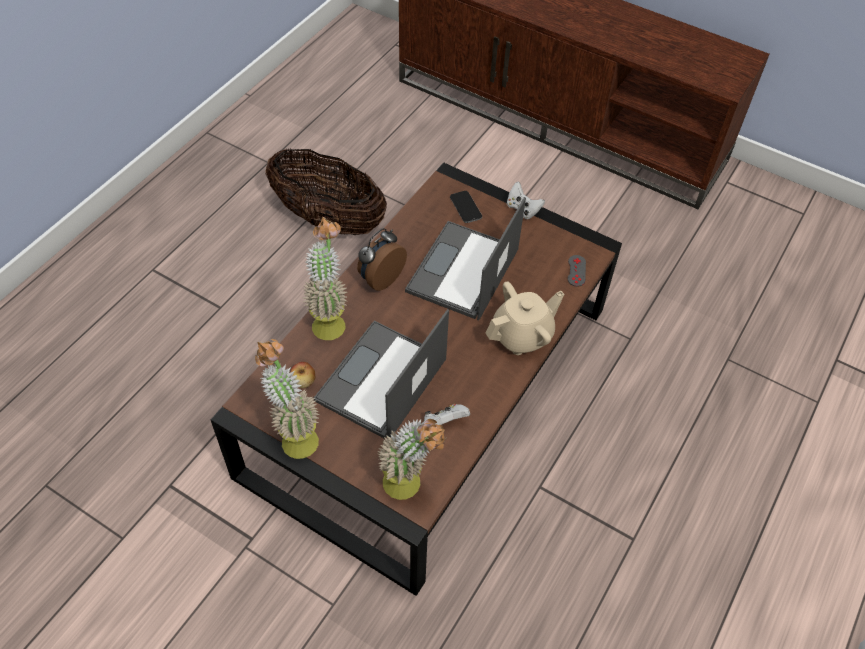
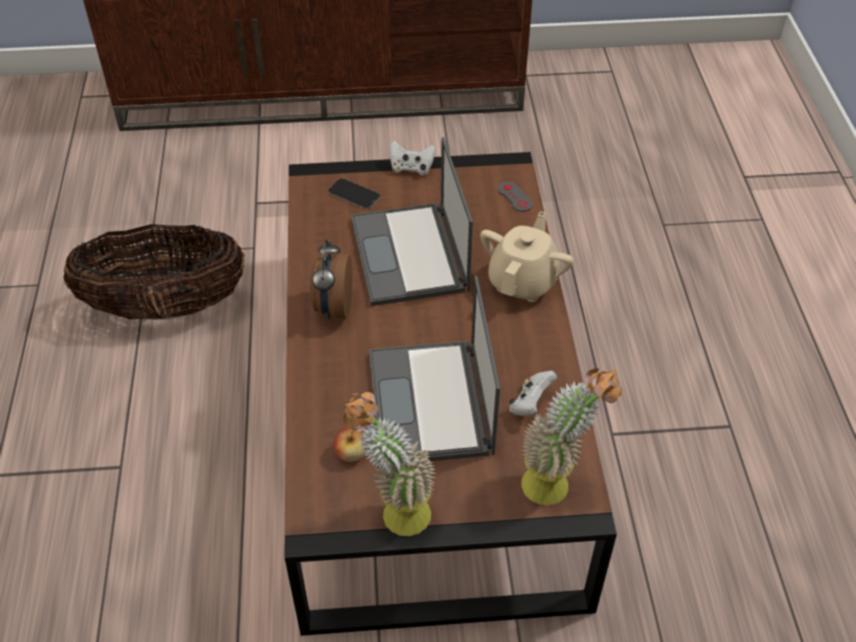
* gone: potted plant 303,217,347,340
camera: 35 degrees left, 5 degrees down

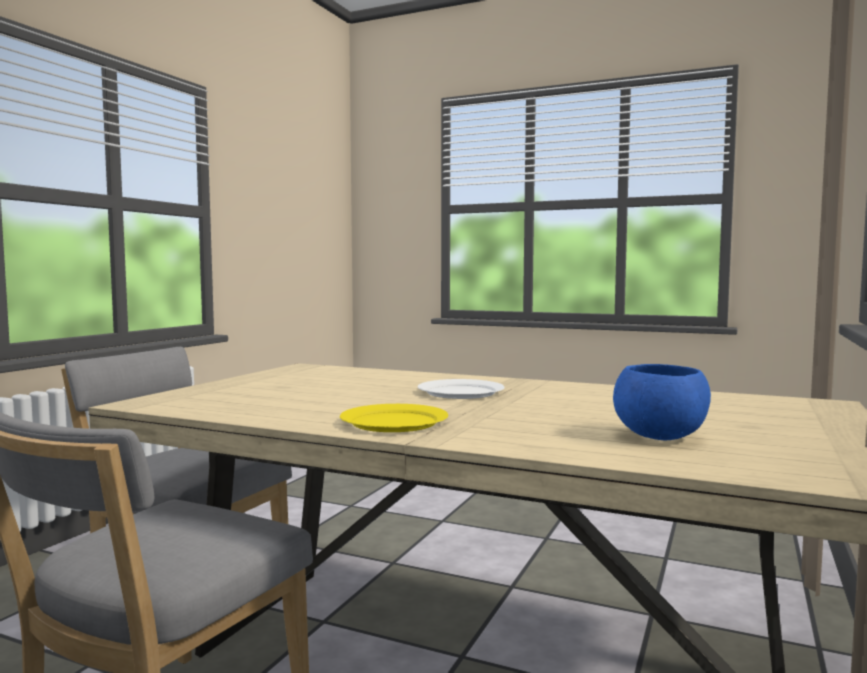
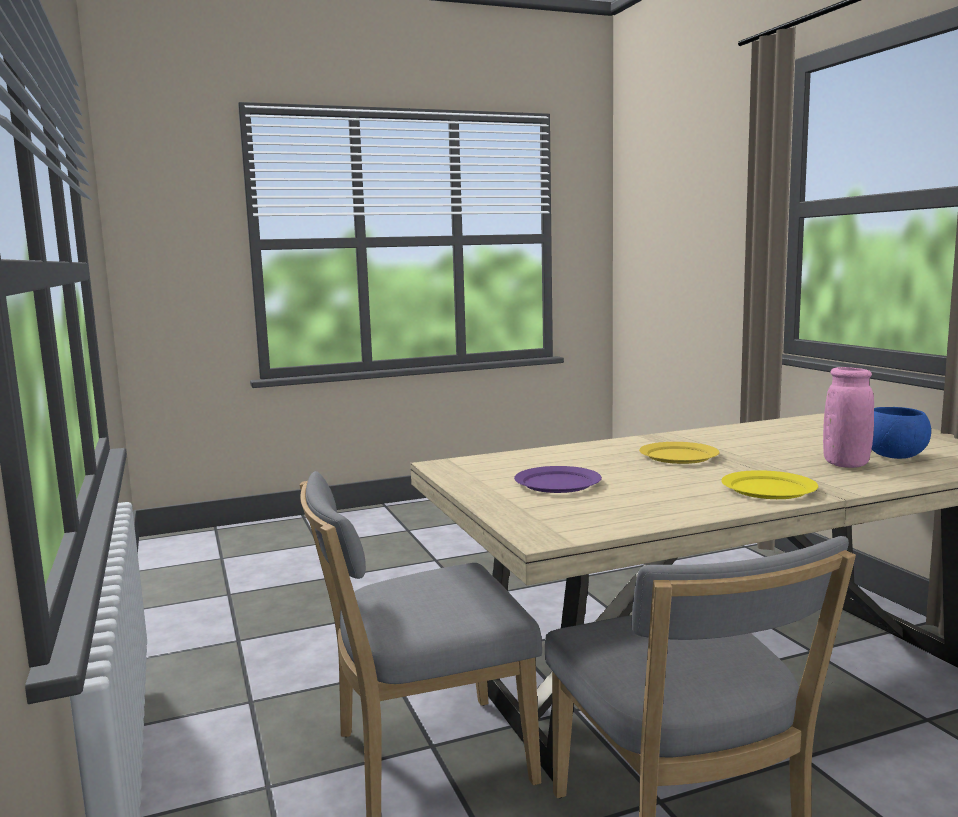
* repainted: plate (white) 418,379,505,399 to plate (yellow) 639,442,720,464
* new: vase (pink) 823,367,874,468
* new: plate (purple) 514,466,602,493
camera: 45 degrees left, 5 degrees up

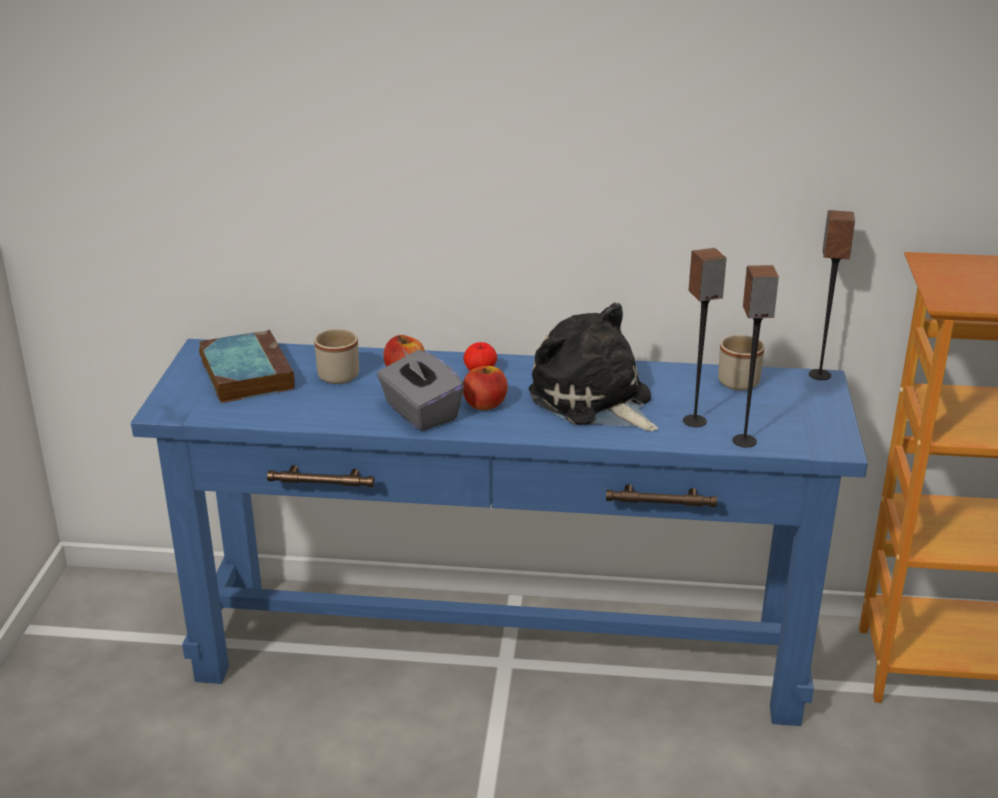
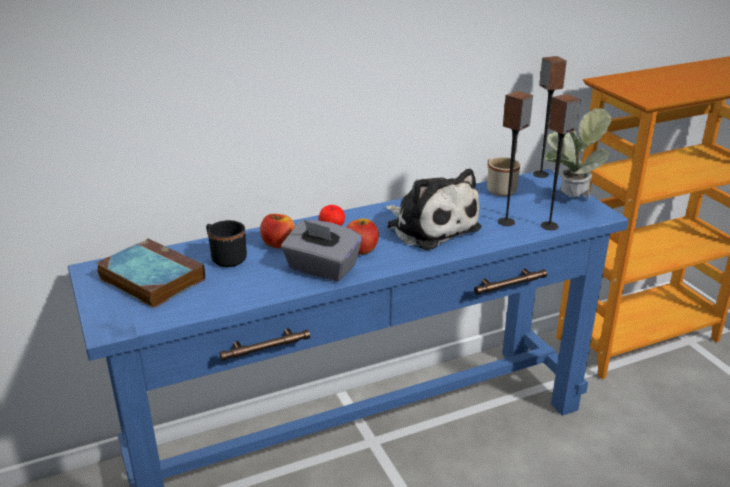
* rotated: plush toy 529,303,658,431 = 386,169,481,250 150 degrees counterclockwise
* repainted: mug (beige) 314,329,359,384 to mug (black) 206,220,247,267
* new: potted plant 545,108,612,199
camera: 30 degrees left, 0 degrees up

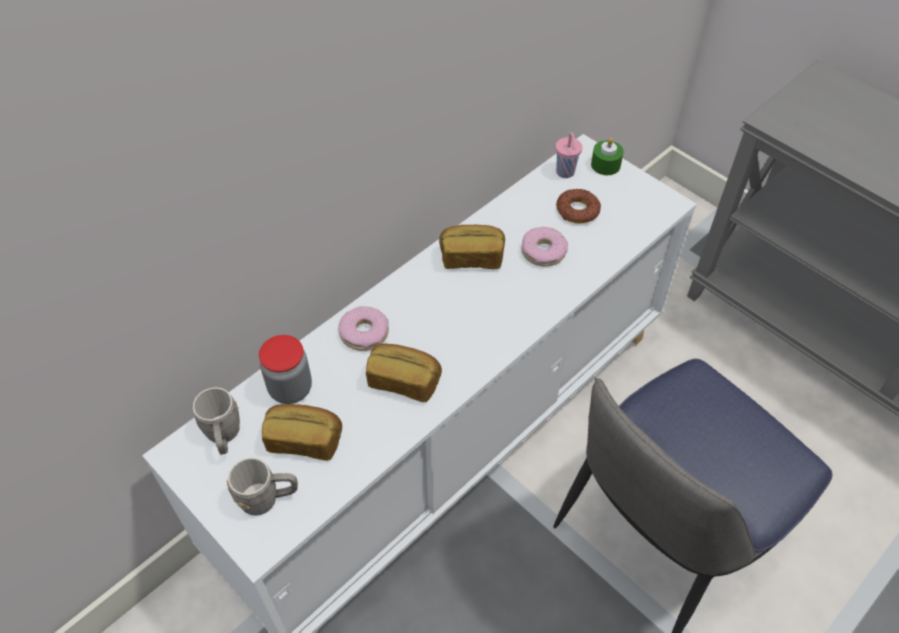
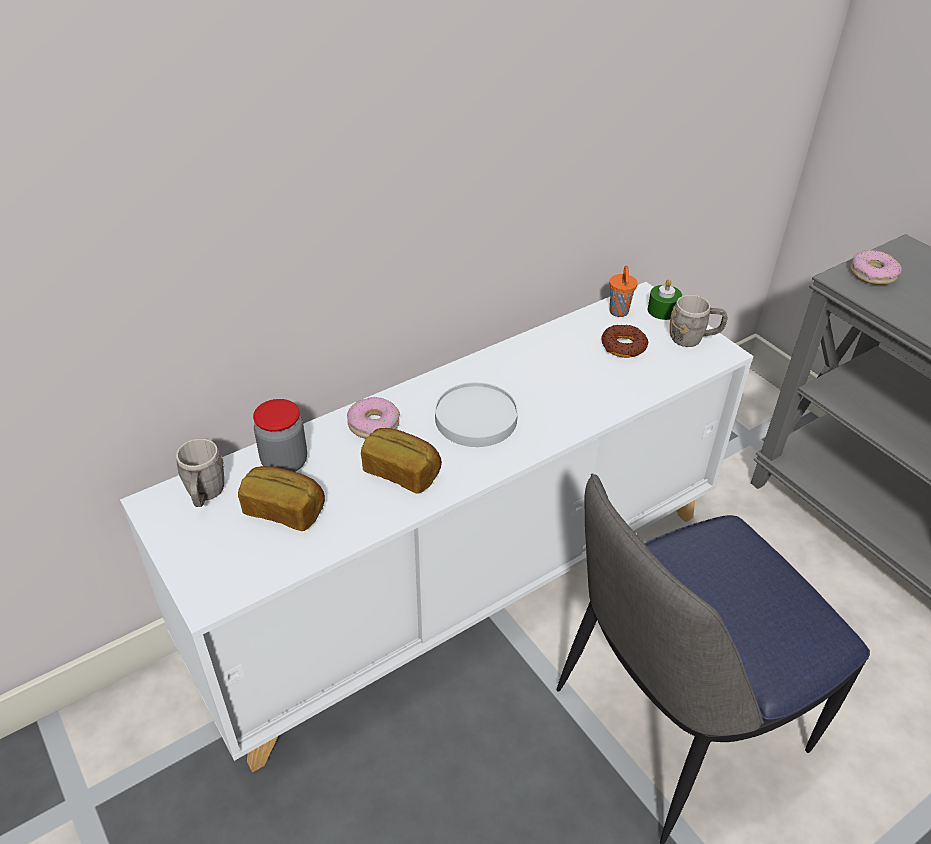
* repainted: cup (pink) 556,132,583,178 to cup (orange) 609,265,638,317
* gone: bread 439,225,505,269
* shifted: donut 521,227,568,267 to 850,250,902,285
* shifted: mug (grey) 227,458,298,516 to 670,295,728,347
* new: plate (white) 435,382,518,447
camera: 10 degrees right, 10 degrees down

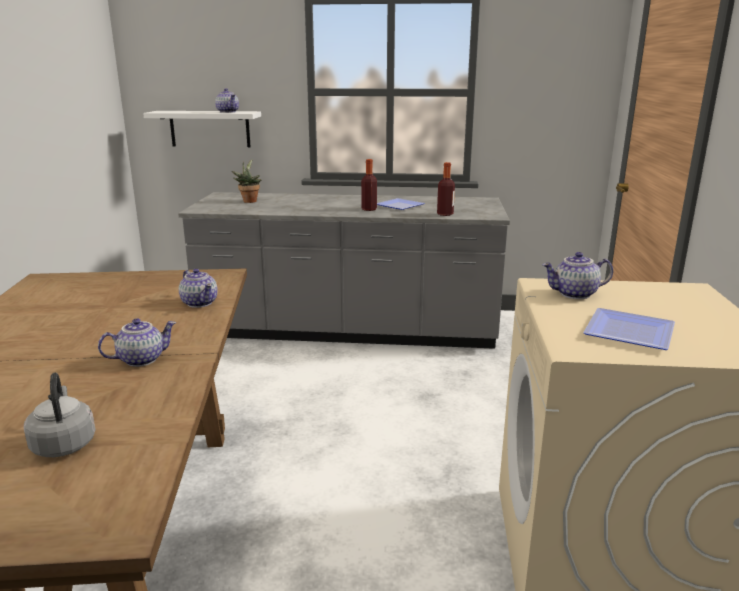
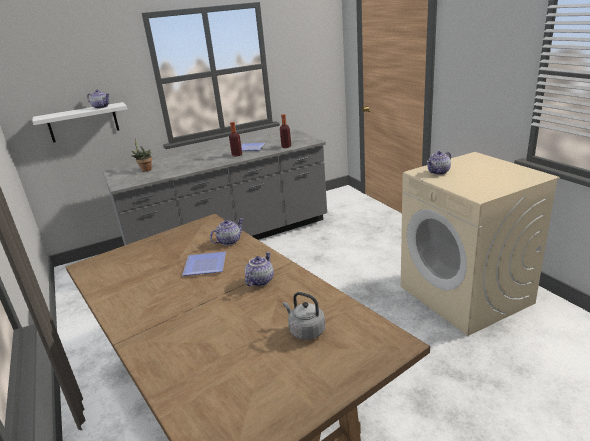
* rotated: teapot 179,269,218,308 = 210,218,243,245 60 degrees counterclockwise
* shifted: plate 583,308,675,350 to 182,251,226,276
camera: 30 degrees left, 5 degrees up

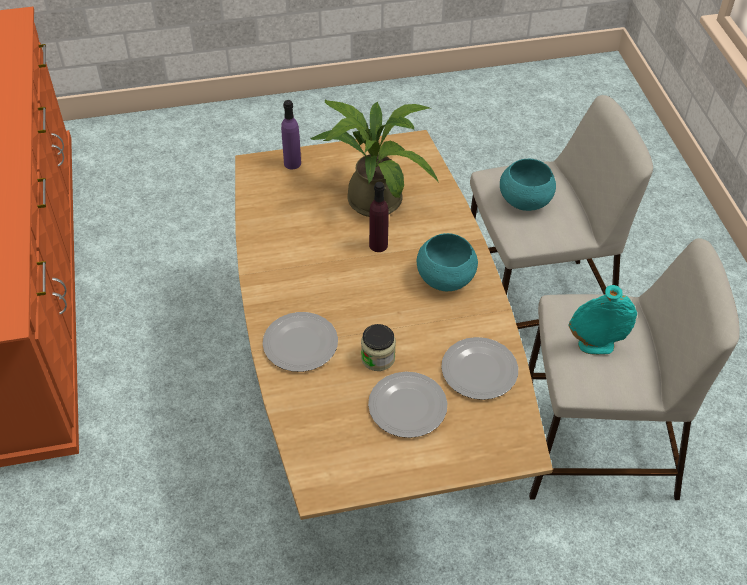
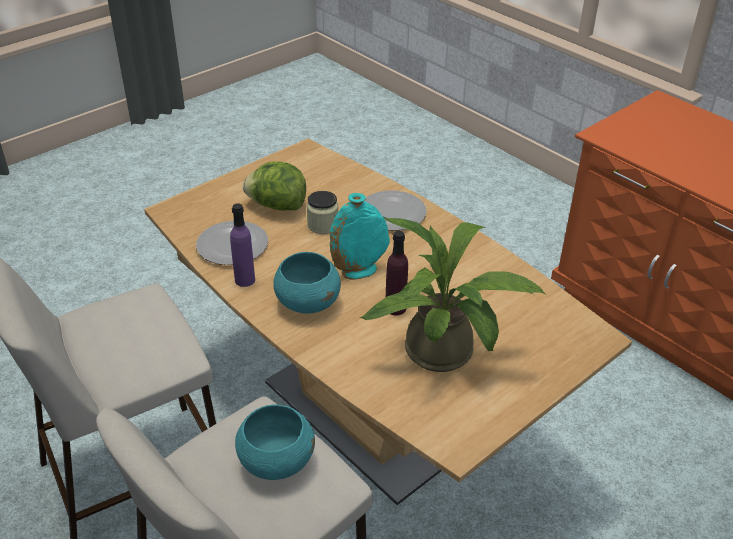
* shifted: bottle (purple) 281,100,301,169 to 230,203,255,287
* shifted: vase (turquoise) 569,285,637,355 to 330,193,390,279
* swapped: plate 368,372,447,438 to lettuce 243,161,306,210
camera: 150 degrees right, 10 degrees down

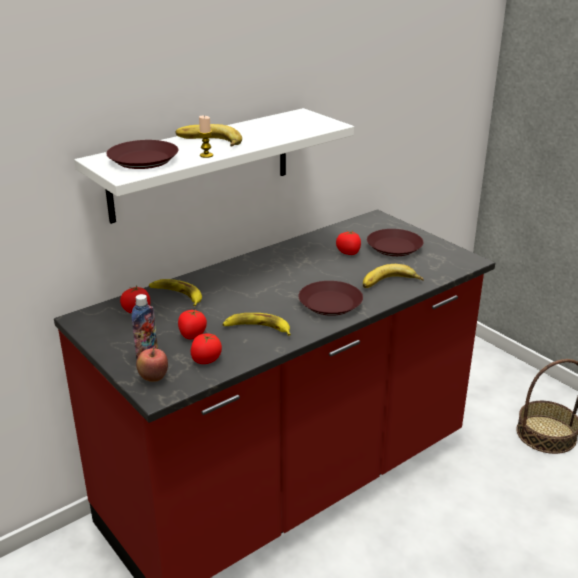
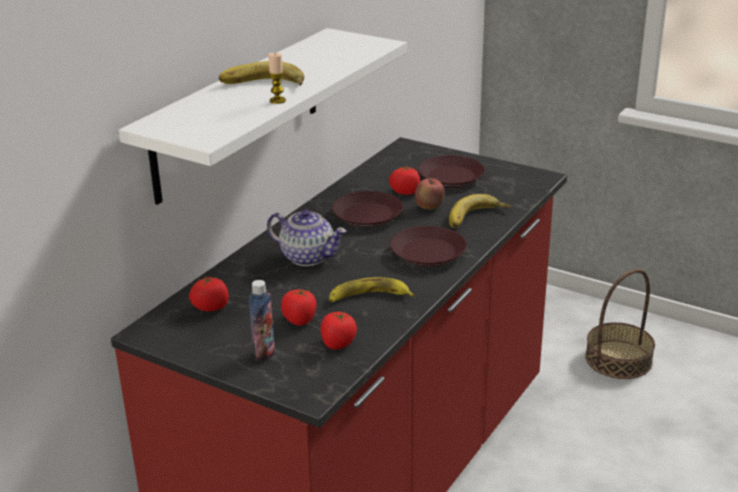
* shifted: plate (brown) 106,140,179,169 to 332,191,403,227
* gone: banana 149,279,202,306
* shifted: apple 136,348,168,382 to 415,177,445,209
* new: teapot 267,209,347,266
camera: 20 degrees left, 0 degrees up

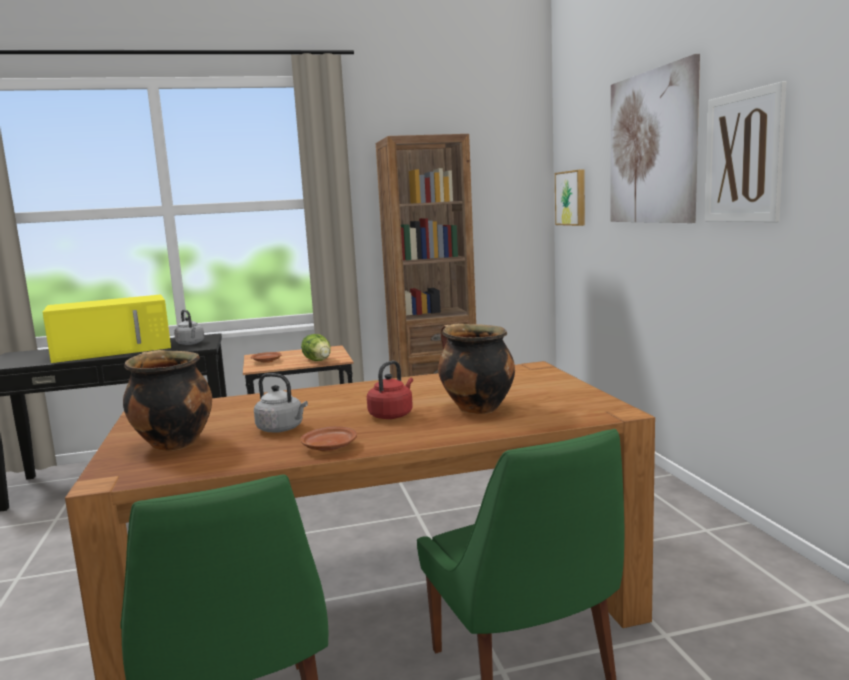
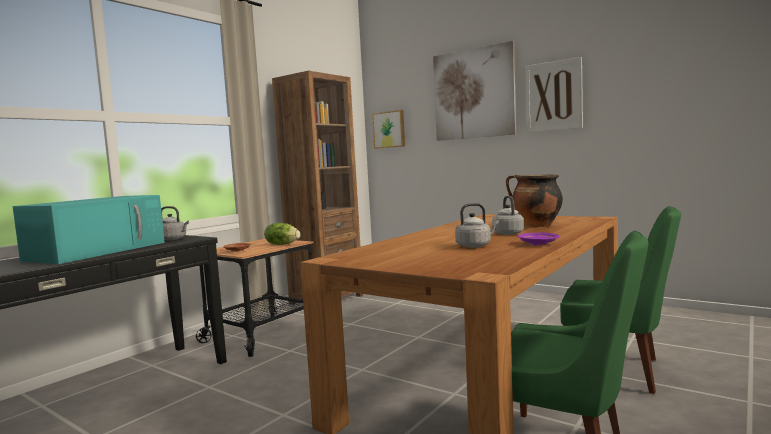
* repainted: microwave (yellow) 43,294,171,363 to microwave (turquoise) 13,195,165,264
* gone: cooking pot 123,350,212,451
* repainted: kettle (red) 367,360,413,419 to kettle (grey) 492,196,524,235
* repainted: plate (brown) 300,426,357,451 to plate (purple) 518,233,559,246
camera: 40 degrees left, 5 degrees down

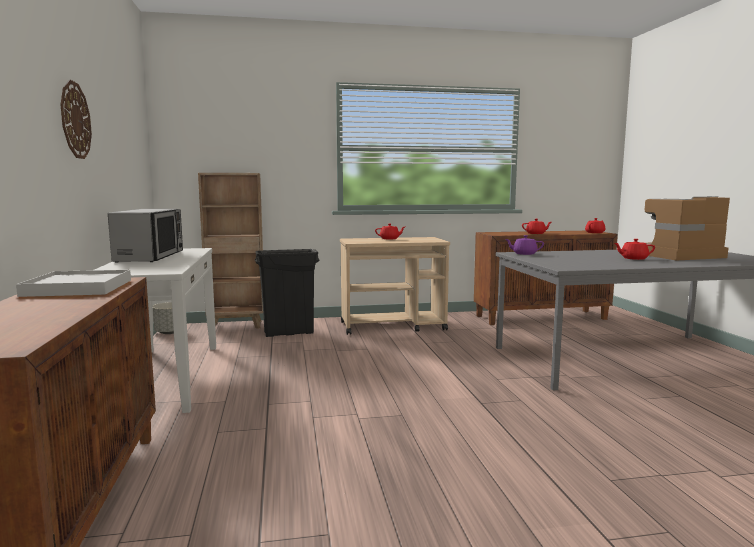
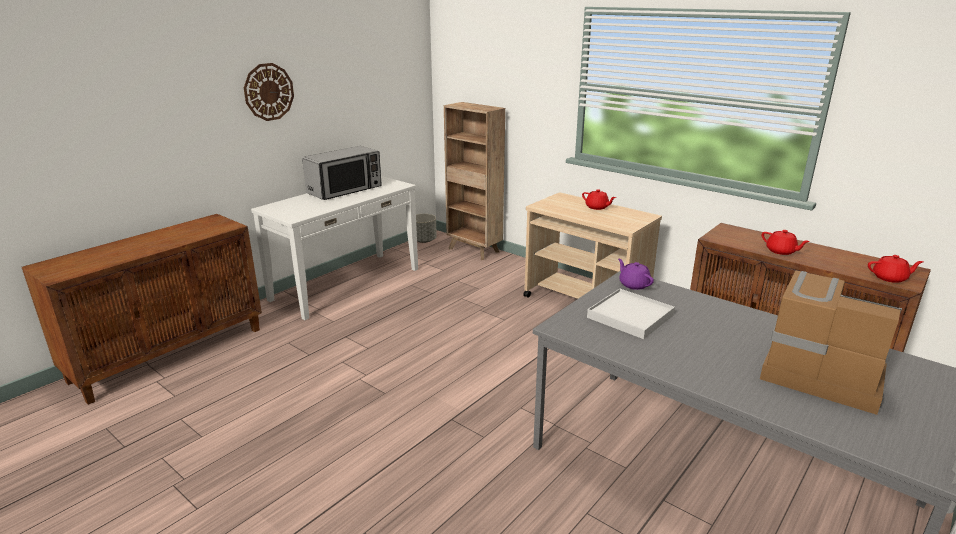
* gone: teapot (red) 614,239,655,260
* gone: trash can (black) 255,249,319,337
* shifted: tray (white) 16,270,131,297 to 587,289,675,339
camera: 50 degrees right, 15 degrees up

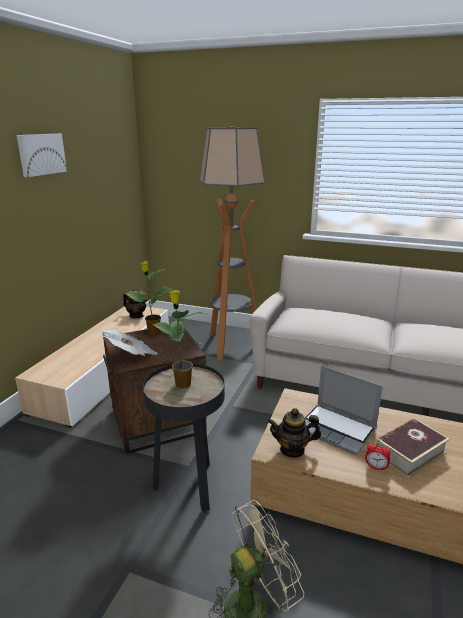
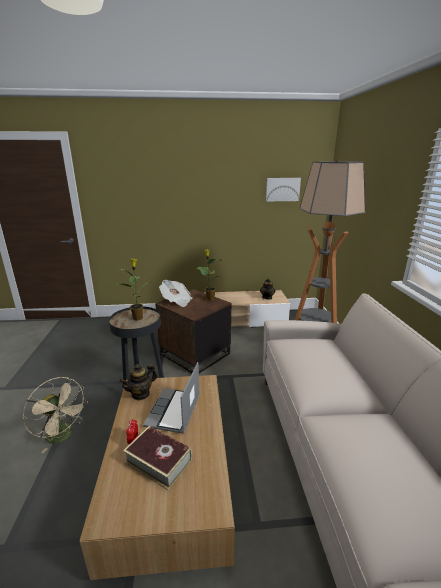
* shifted: picture 17,134,67,177 to 266,178,301,201
* rotated: teapot 267,408,321,458 = 119,364,157,401 105 degrees counterclockwise
camera: 65 degrees right, 0 degrees up

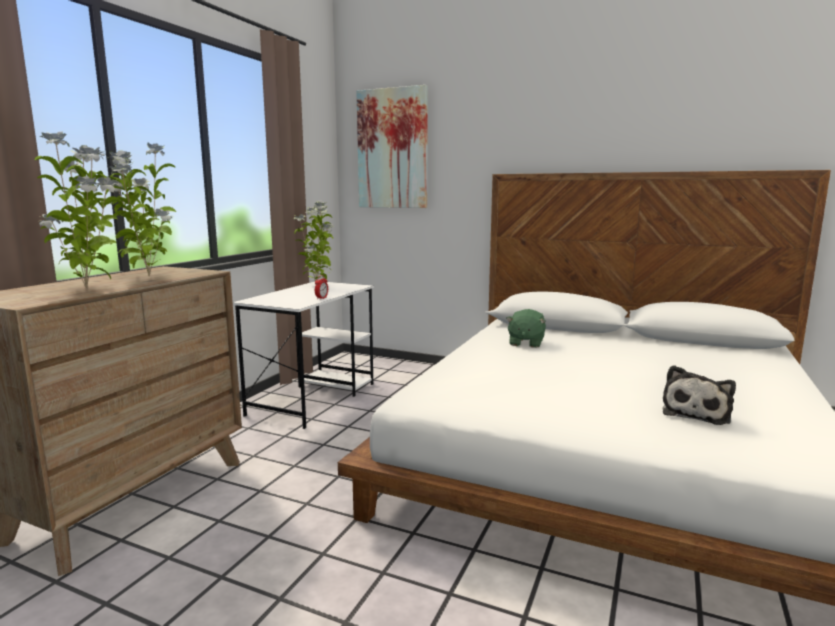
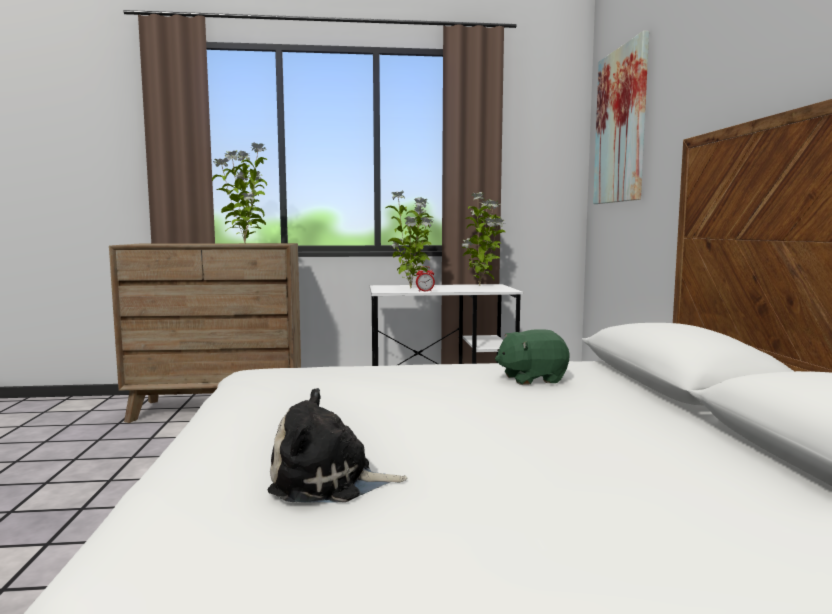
* shifted: potted plant 35,131,120,289 to 386,190,433,288
camera: 60 degrees right, 5 degrees down

